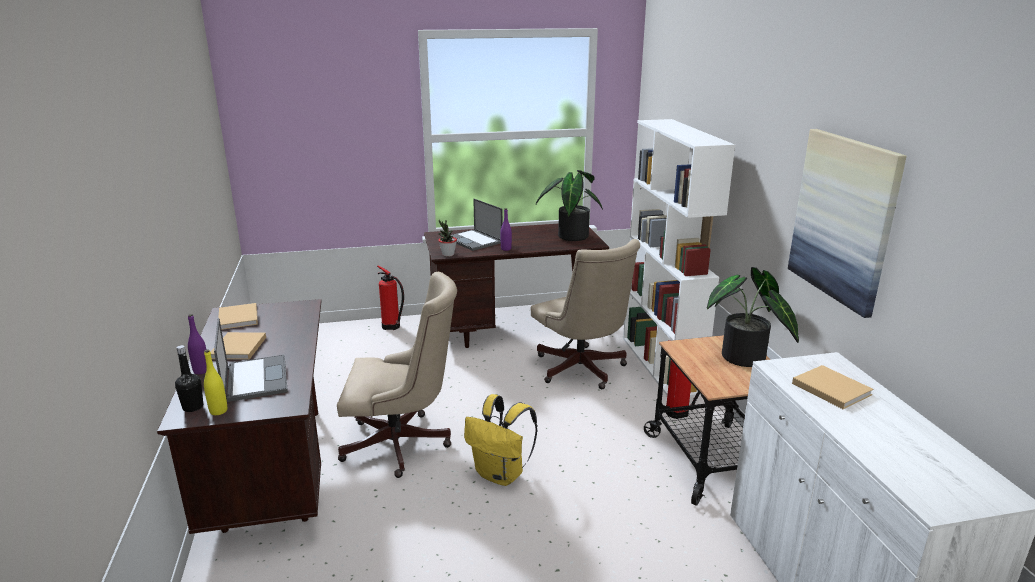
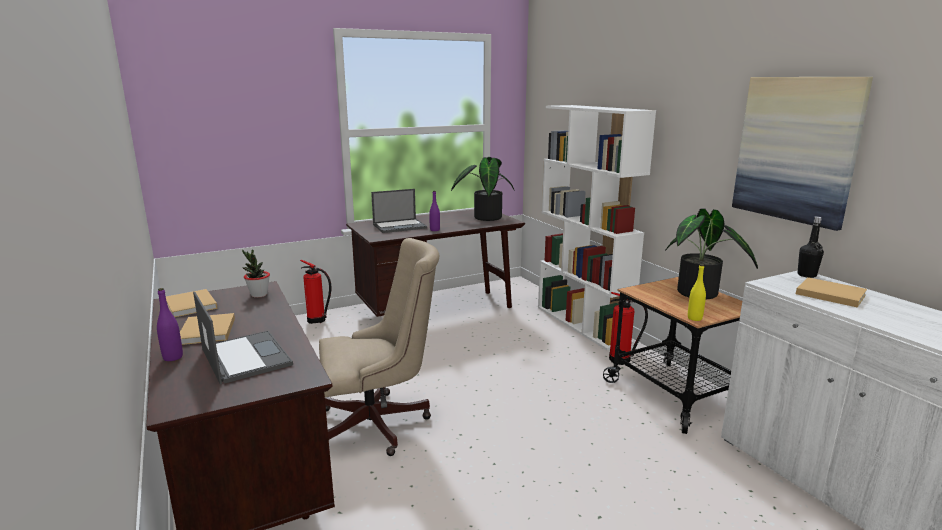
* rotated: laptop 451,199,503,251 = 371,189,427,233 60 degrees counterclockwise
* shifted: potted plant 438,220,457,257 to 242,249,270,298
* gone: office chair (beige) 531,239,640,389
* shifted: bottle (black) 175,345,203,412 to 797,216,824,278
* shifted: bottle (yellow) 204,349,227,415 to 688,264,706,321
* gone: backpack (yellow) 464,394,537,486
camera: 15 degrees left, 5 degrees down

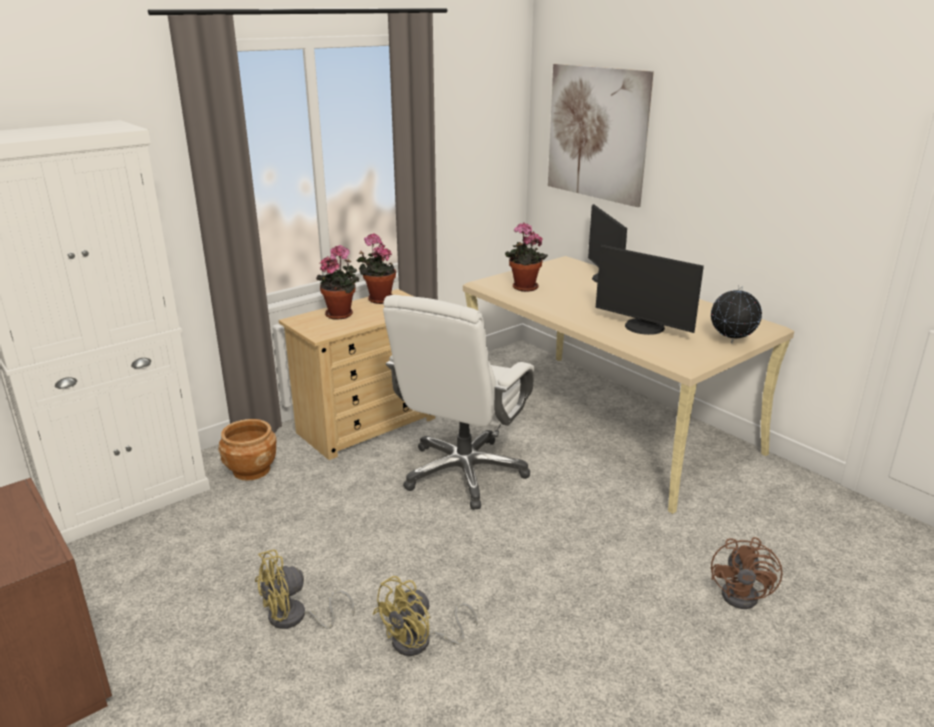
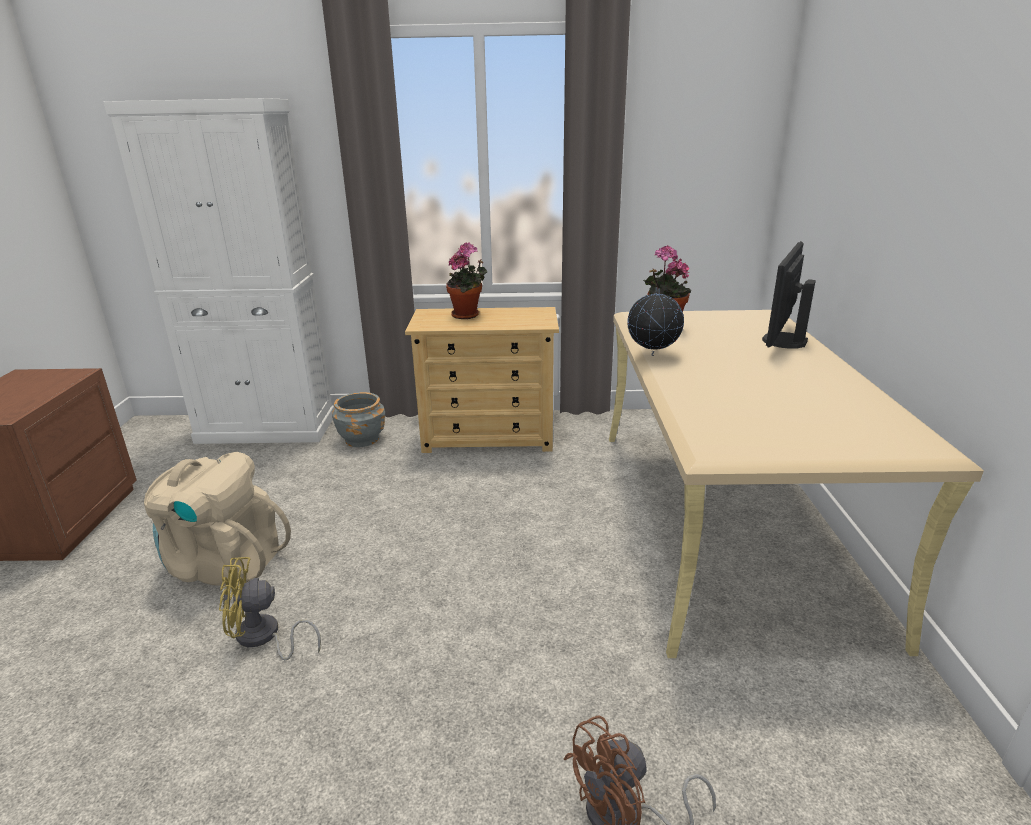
* gone: picture 548,64,654,207
* gone: potted plant 357,233,396,304
* gone: monitor 596,245,704,335
* shifted: globe 711,286,762,342 to 627,287,684,356
* gone: office chair (white) 383,295,534,510
* repainted: planter (brown) 218,419,277,481 to planter (grey) 332,392,385,447
* swapped: fan (yellow) 255,550,355,629 to backpack (beige) 144,452,291,586
camera: 40 degrees right, 0 degrees up

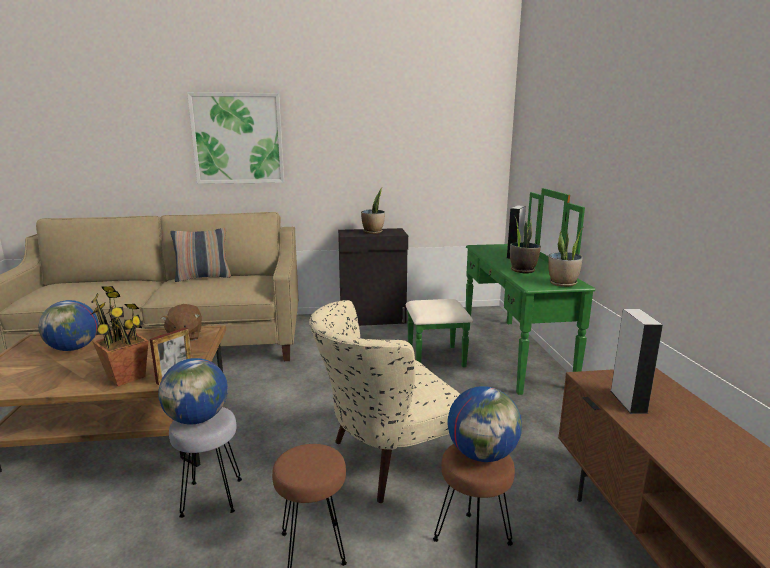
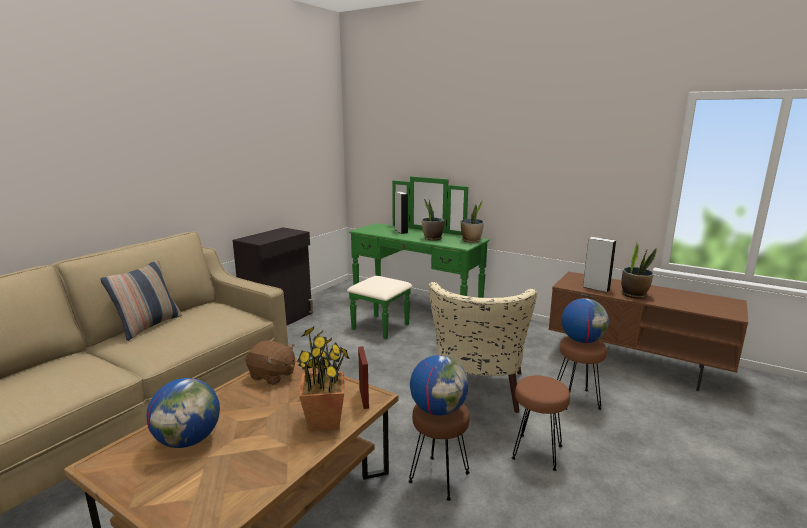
* gone: picture 187,92,284,184
* shifted: potted plant 361,188,385,234 to 621,242,657,299
* repainted: stool (grey) 169,407,242,518 to stool (brown) 408,404,470,501
camera: 50 degrees left, 0 degrees up

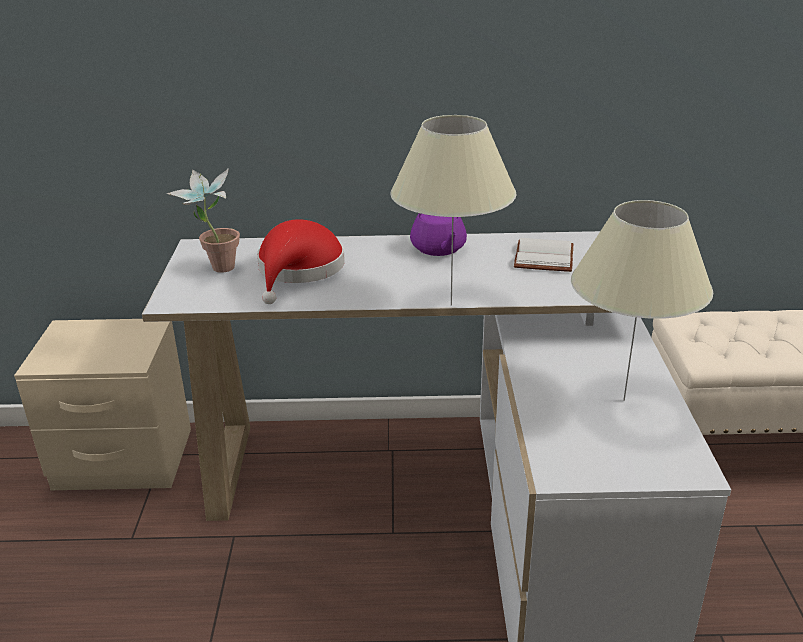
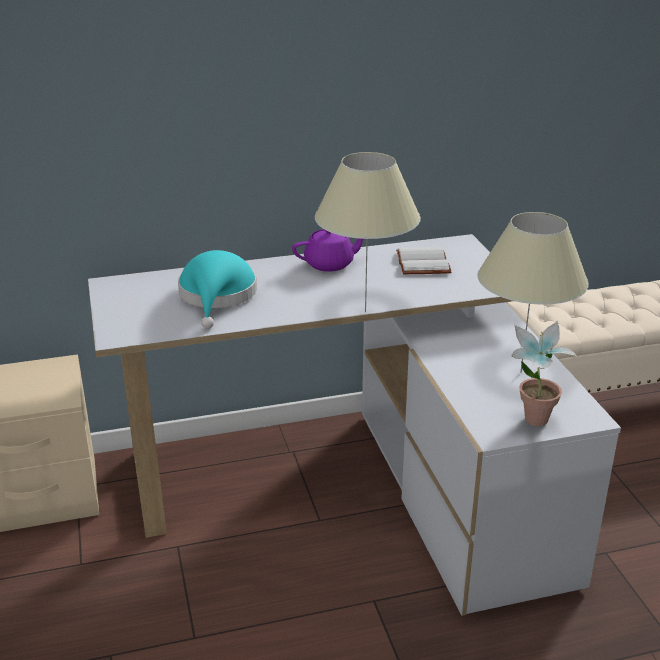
* shifted: potted plant 166,169,240,273 to 512,321,577,426
* rotated: teapot (purple) 410,213,467,256 = 292,229,363,272 75 degrees counterclockwise
* repainted: hat (red) 257,219,345,304 to hat (turquoise) 178,250,257,329
camera: 15 degrees left, 0 degrees up

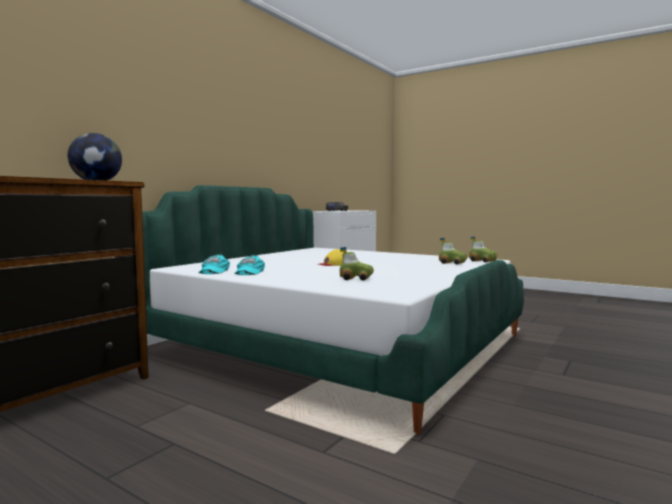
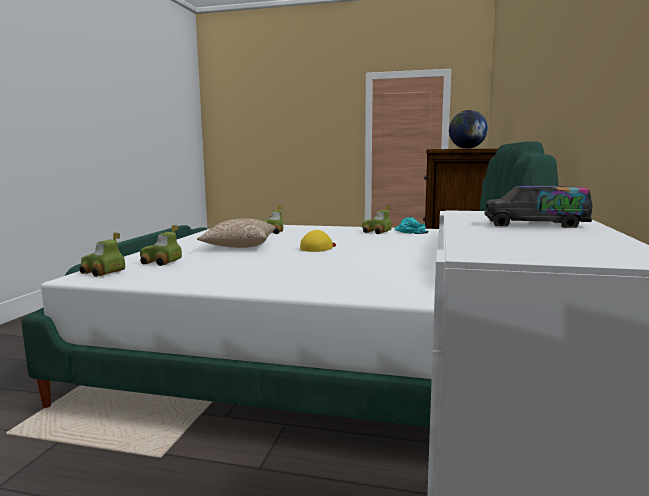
* swapped: cap (turquoise) 234,255,265,275 to toy car 362,205,392,234
* new: pillow 197,219,275,248
camera: 160 degrees right, 5 degrees up

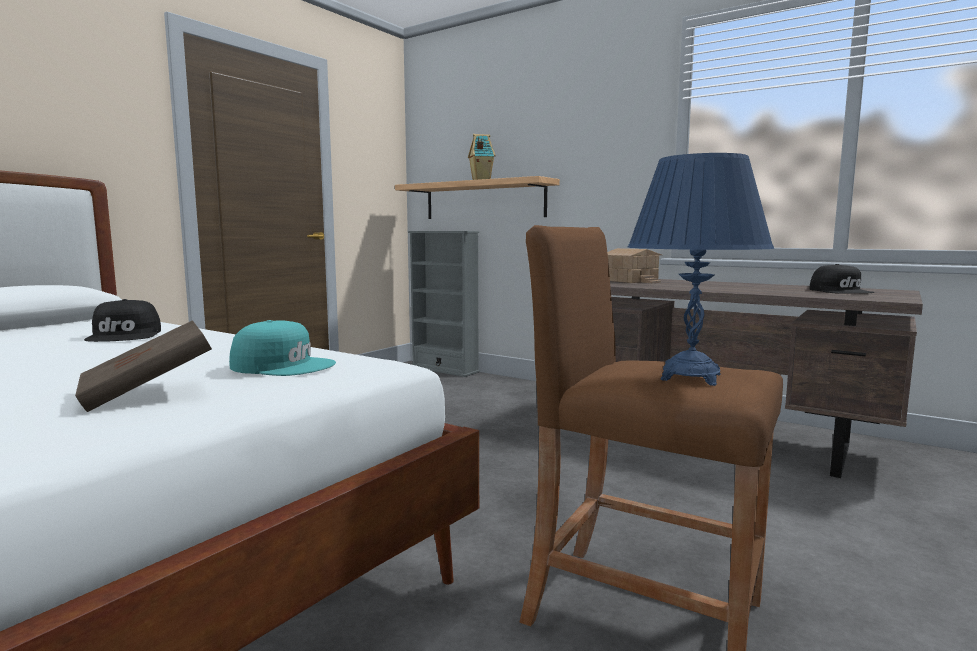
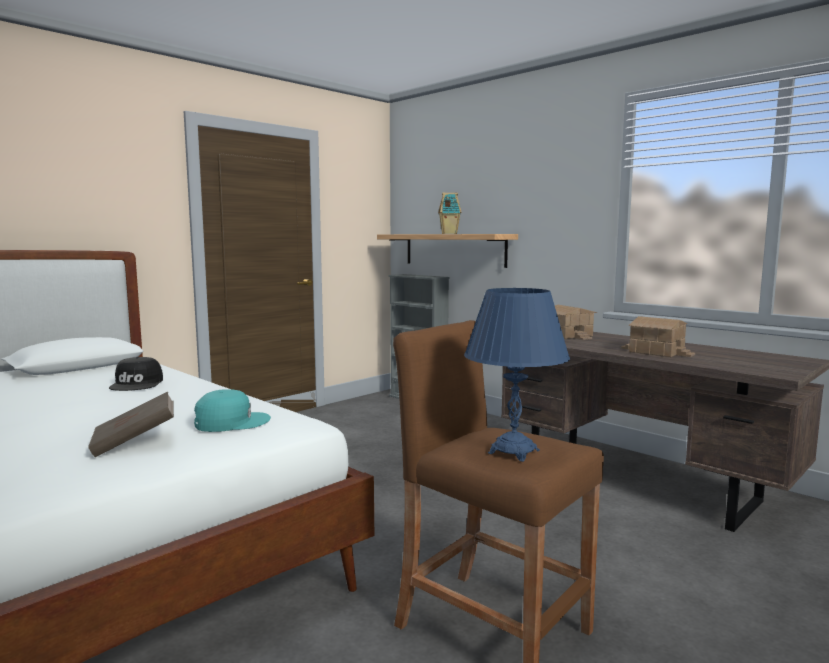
* gone: cap (black) 809,264,874,294
* rotated: cap (turquoise) 229,320,336,376 = 194,390,271,432 45 degrees counterclockwise
* new: toy house 621,316,695,357
camera: 10 degrees right, 0 degrees up

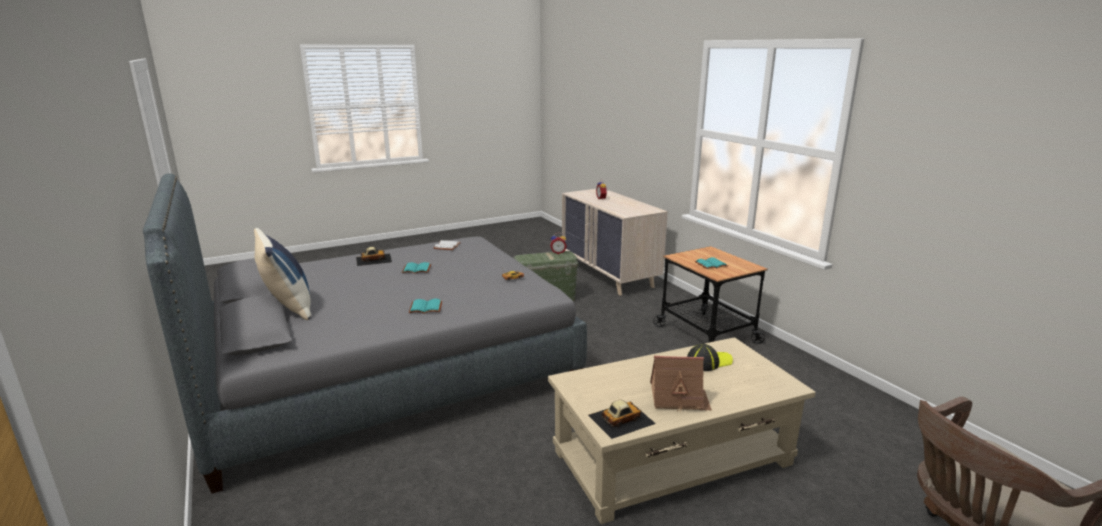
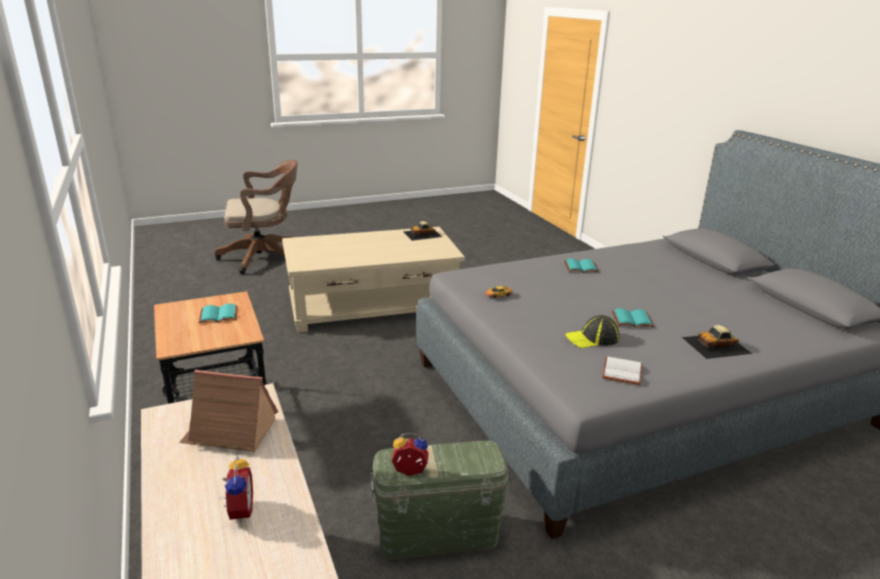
* gone: pillow (blue) 254,228,311,320
* shifted: cap 687,344,733,371 to 565,315,619,348
* shifted: toy house 650,356,712,411 to 179,370,278,452
camera: 175 degrees left, 5 degrees up

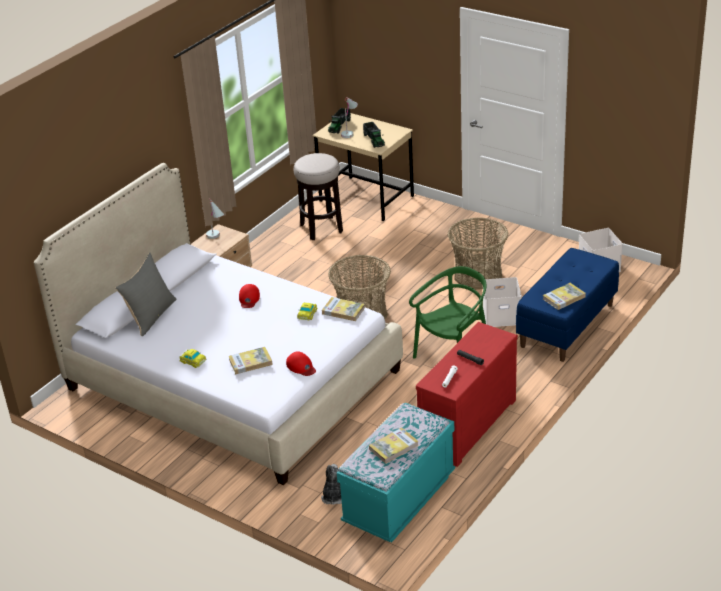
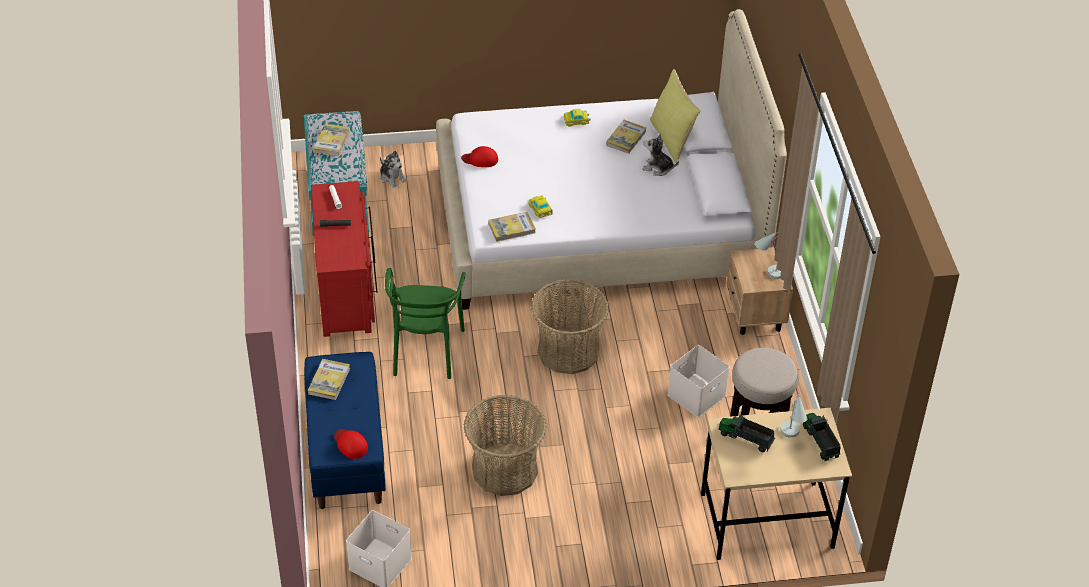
* repainted: pillow (grey) 116,253,177,336 to pillow (yellow) 650,69,701,163
* shifted: storage box (white) 483,277,522,327 to 668,345,730,417
* shifted: cap (red) 239,284,260,308 to 334,429,368,459
* shifted: book 229,347,273,374 to 606,120,646,154
* new: plush toy 642,133,679,176
camera: 135 degrees right, 10 degrees up

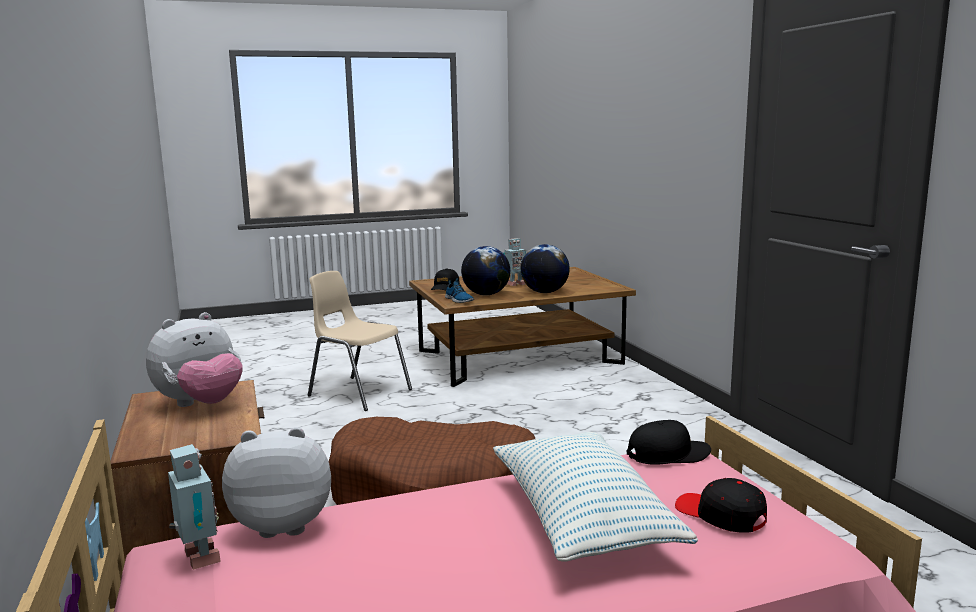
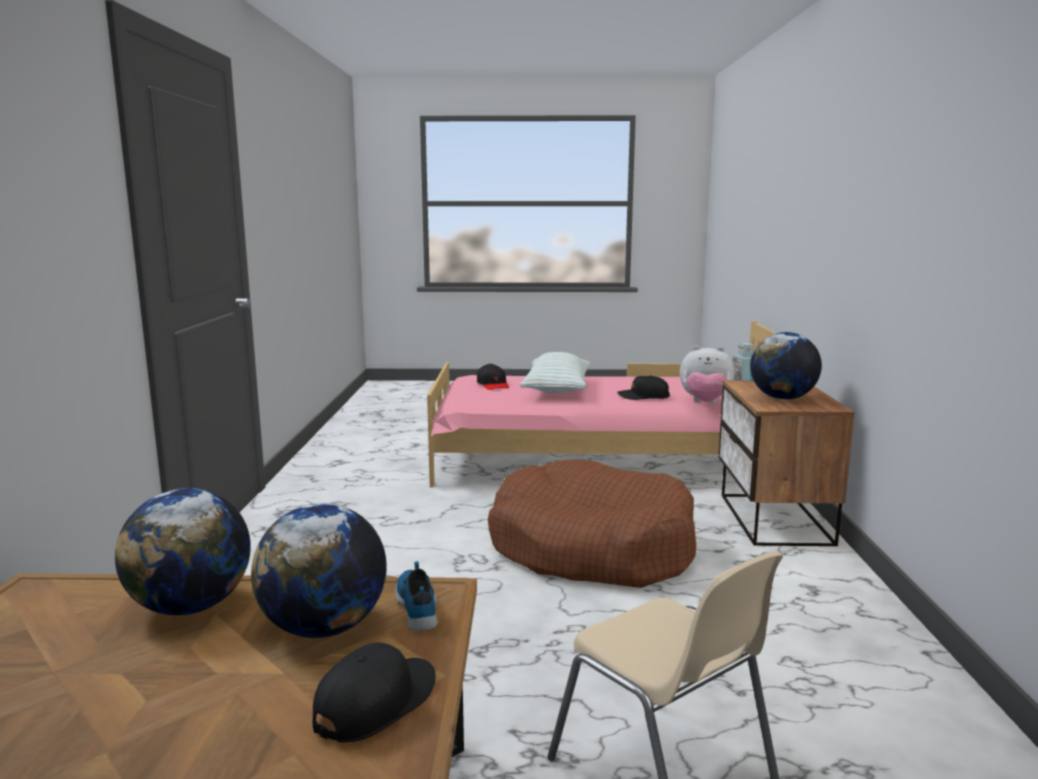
* gone: toy robot 503,238,526,286
* swapped: plush toy 146,312,243,407 to globe 750,332,822,400
* shifted: cap (black) 627,420,711,465 to 618,375,670,400
camera: 160 degrees left, 0 degrees up

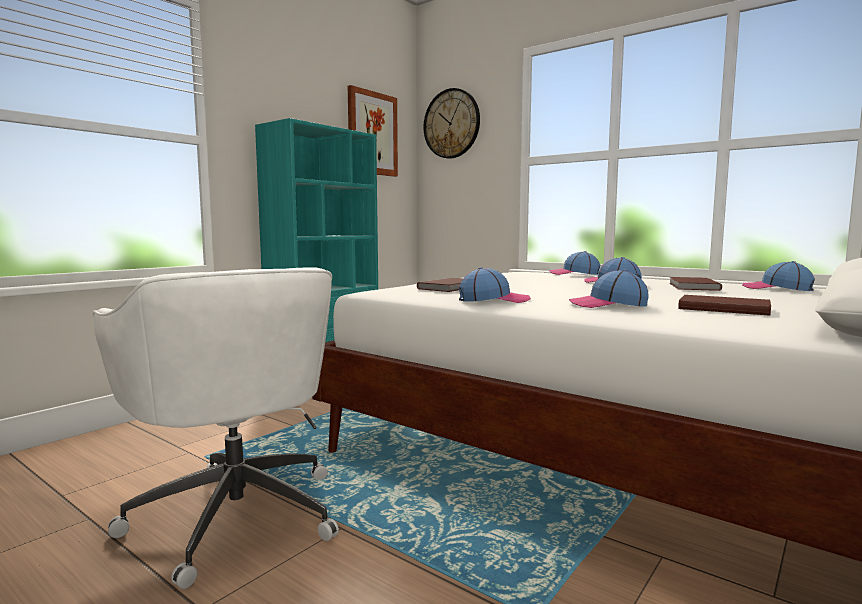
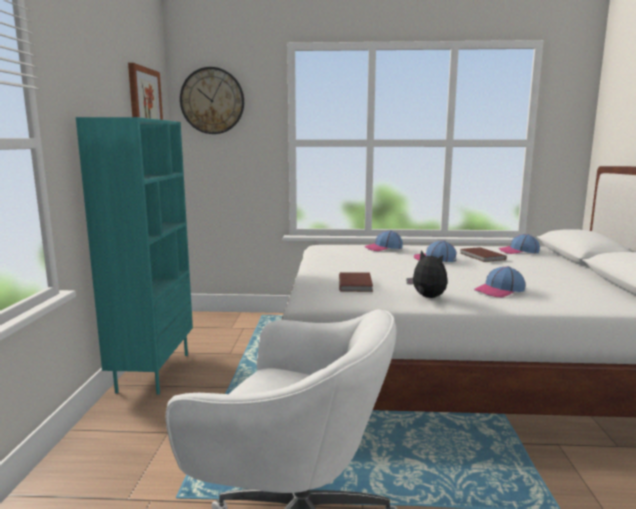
* swapped: cap 459,267,531,303 to plush toy 406,250,448,298
* gone: book (brown) 678,295,771,316
camera: 35 degrees left, 5 degrees up

